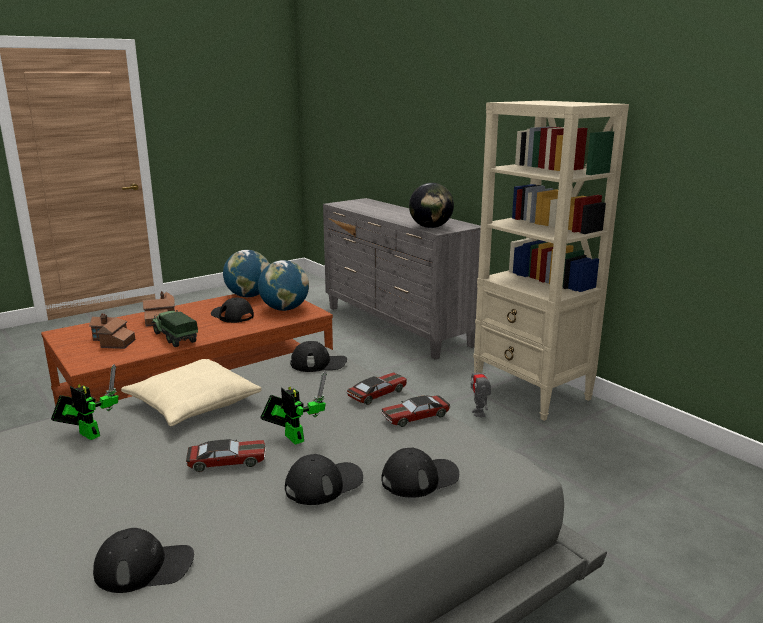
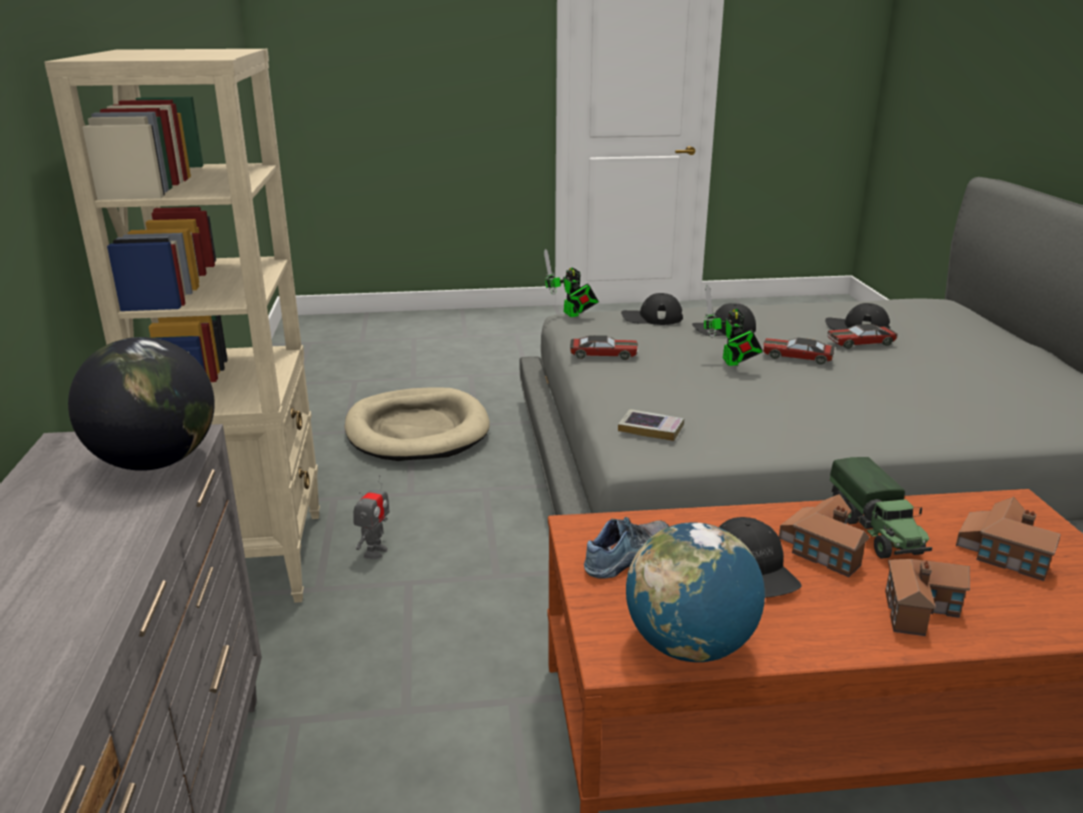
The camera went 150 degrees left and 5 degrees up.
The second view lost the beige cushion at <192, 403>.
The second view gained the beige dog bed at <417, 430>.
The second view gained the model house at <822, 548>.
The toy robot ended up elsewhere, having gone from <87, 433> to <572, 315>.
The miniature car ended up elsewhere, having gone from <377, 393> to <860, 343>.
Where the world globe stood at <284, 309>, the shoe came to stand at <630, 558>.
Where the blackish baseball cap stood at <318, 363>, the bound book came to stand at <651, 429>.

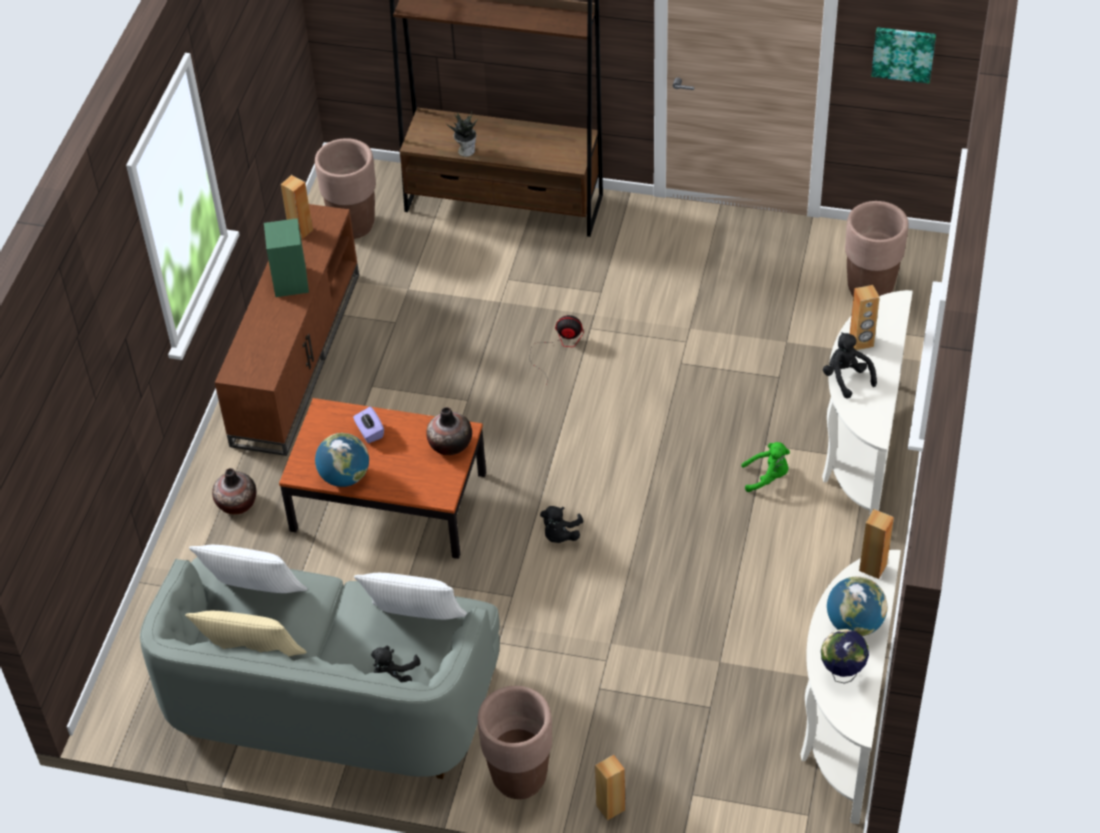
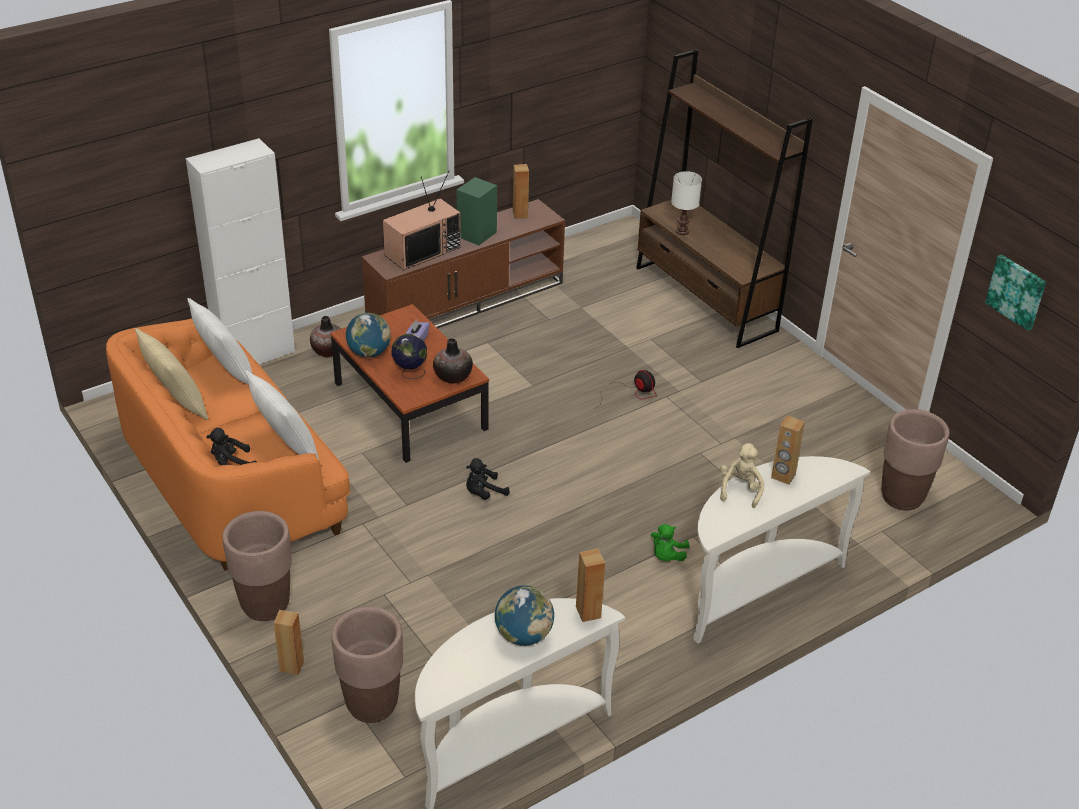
The camera went 40 degrees right and 10 degrees down.
The second view gained the whitish storage cabinet at <255, 355>.
The second view gained the TV at <422, 250>.
The brown-coloured flower pot ended up elsewhere, having gone from <353, 225> to <371, 705>.
The world globe ended up elsewhere, having gone from <842, 673> to <410, 373>.
Where the houseplant stood at <466, 150>, the whitish tabletop lamp came to stand at <682, 231>.
What was the greyish couch at <330, 697> turned into the orangey couch at <230, 481>.
What was the blackish soft toy at <846, 378> turned into the beige soft toy at <740, 489>.
The green soft toy at <767, 477> ended up facing another way, 75 degrees clockwise from before.

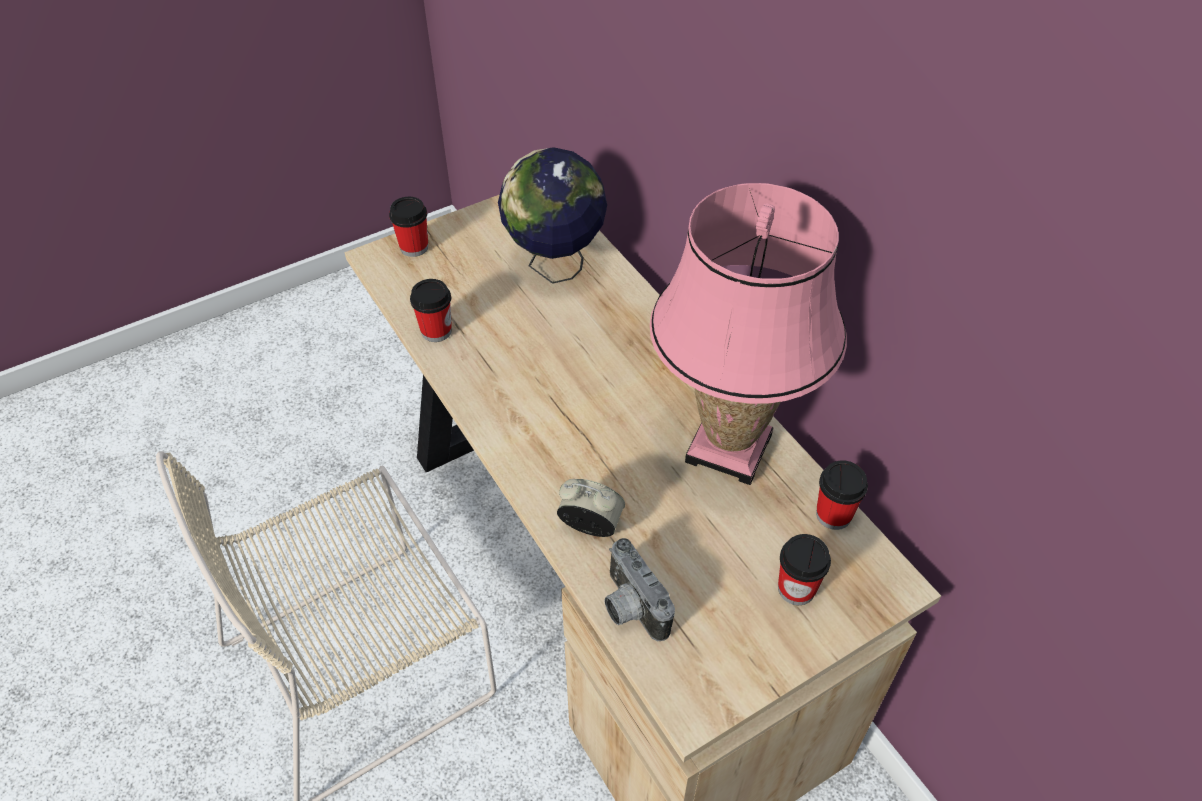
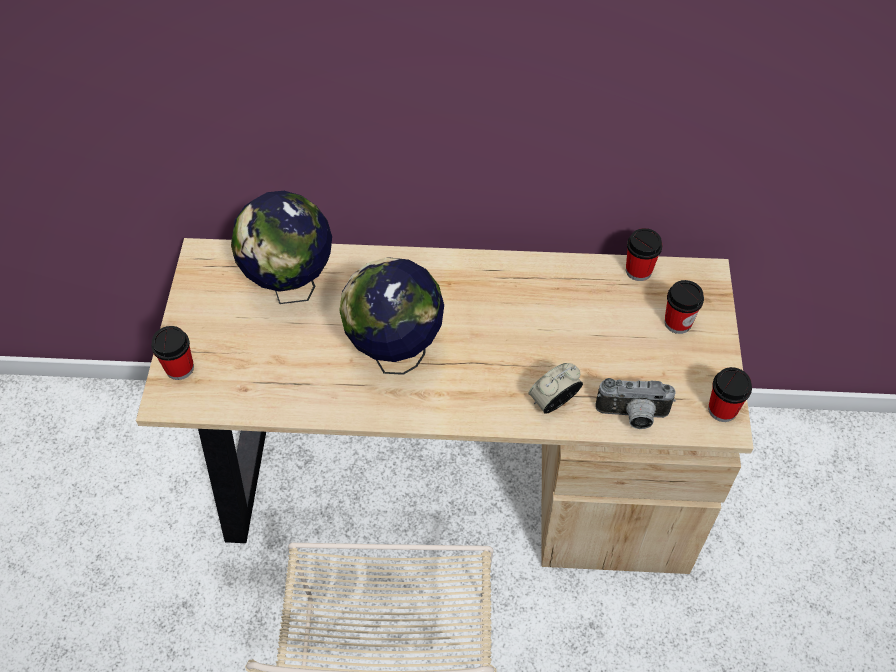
The camera went 55 degrees left and 5 degrees up.
The second view lost the pink tabletop lamp at <728, 447>.
The second view gained the world globe at <395, 355>.
The drinking cup ended up elsewhere, having gone from <436, 331> to <722, 409>.

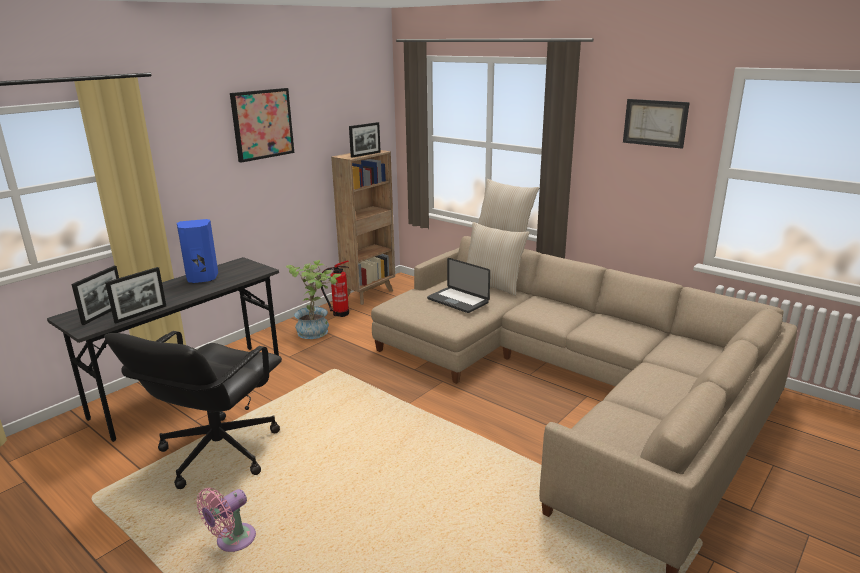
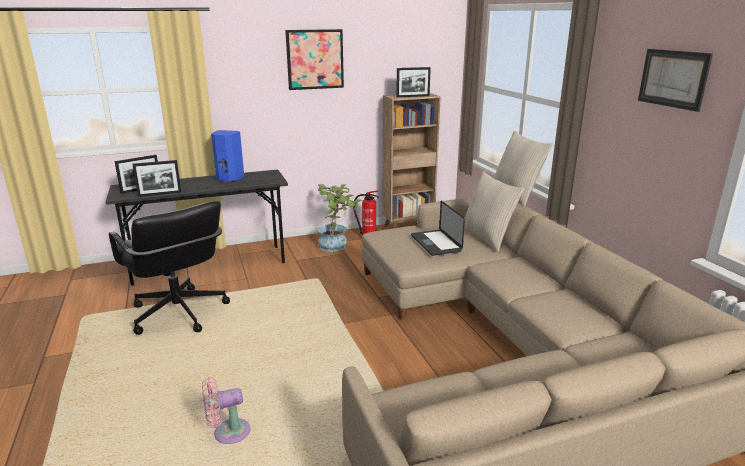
The camera went 30 degrees right and 0 degrees up.
The pink cooling fan ended up elsewhere, having gone from <232, 541> to <228, 433>.
The blackish desk chair at <217, 452> ended up facing another way, 90 degrees counterclockwise from before.

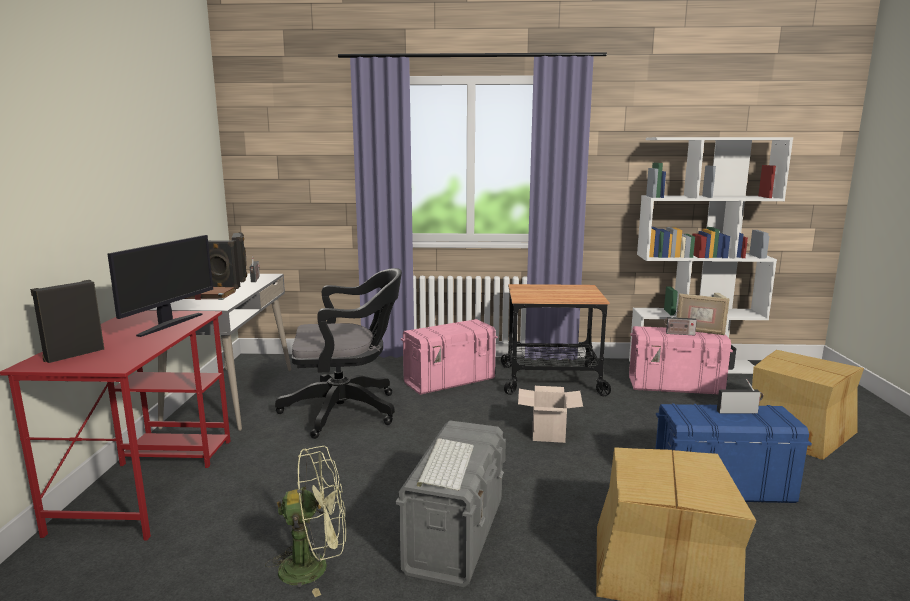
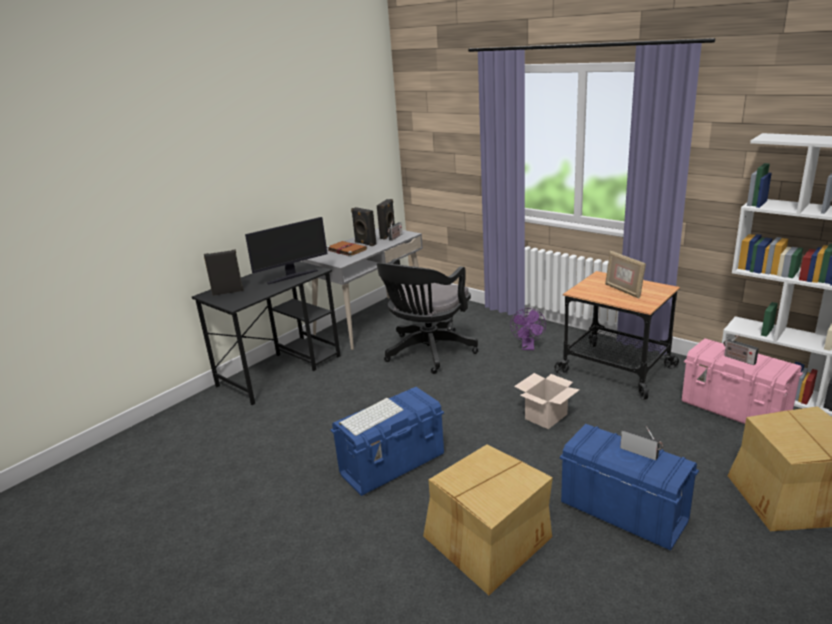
The camera went 40 degrees right and 10 degrees up.
The second view lost the green cooling fan at <314, 567>.
The picture frame ended up elsewhere, having gone from <699, 331> to <623, 290>.
Where the pink storage bin stood at <450, 380>, the purplish cooling fan came to stand at <528, 347>.
What was the reddish desk table at <149, 482> turned into the blackish desk table at <280, 370>.
What was the greyish storage bin at <456, 534> turned into the bluish storage bin at <393, 465>.
The blackish desk chair at <347, 410> ended up facing another way, 90 degrees clockwise from before.

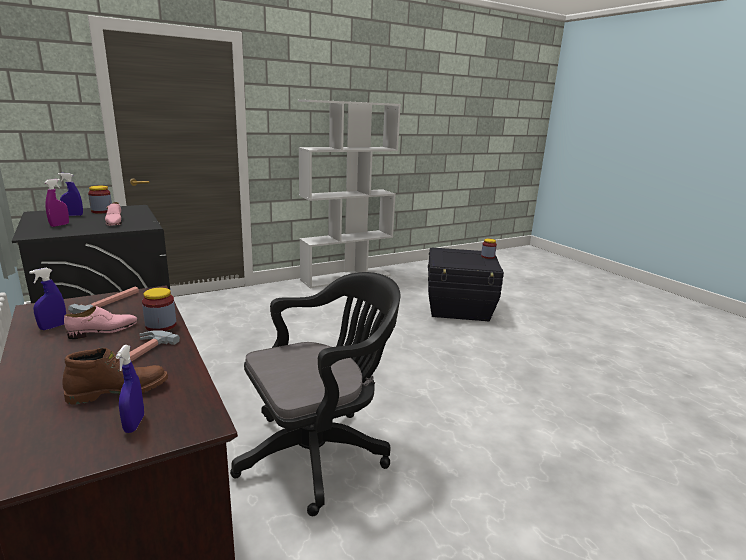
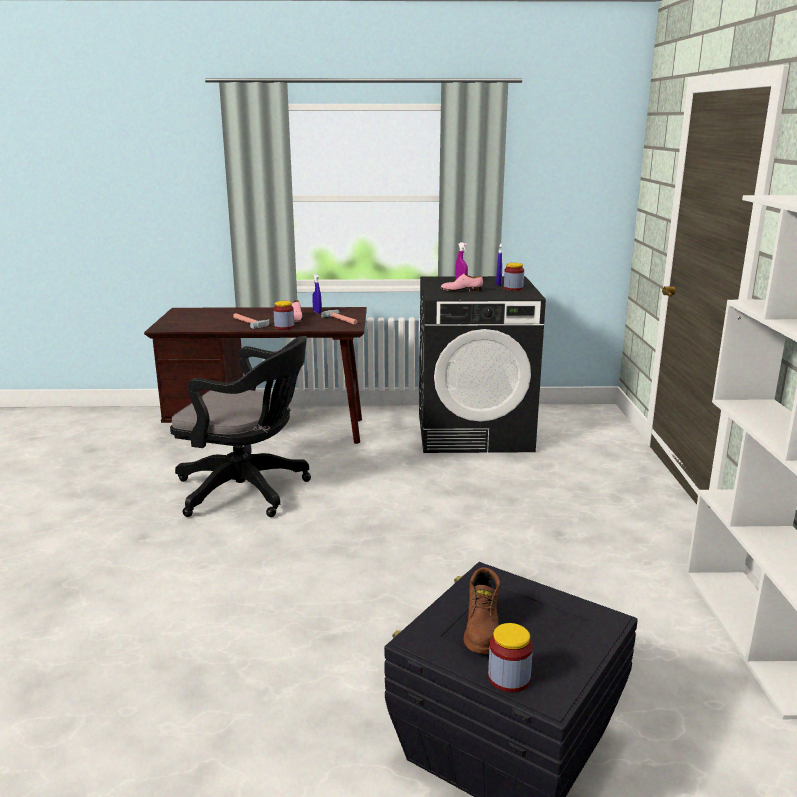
The camera went 120 degrees right and 0 degrees up.
The second view lost the bluish hand sprayer at <134, 424>.
The brown-coloured high-top boot ended up elsewhere, having gone from <119, 390> to <483, 630>.
The blackish desk chair at <319, 453> ended up facing another way, 75 degrees counterclockwise from before.

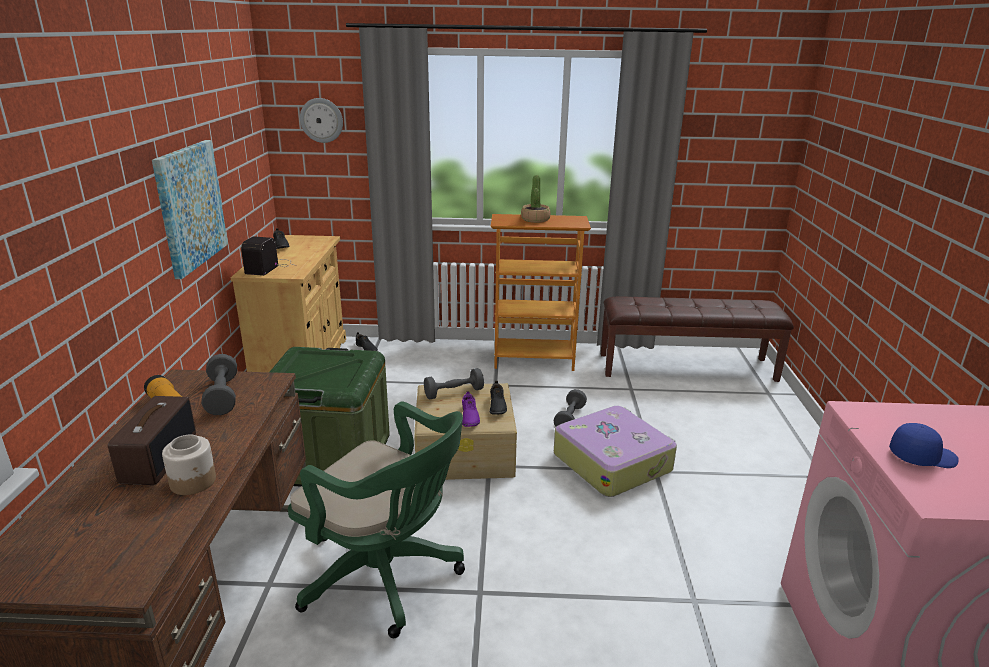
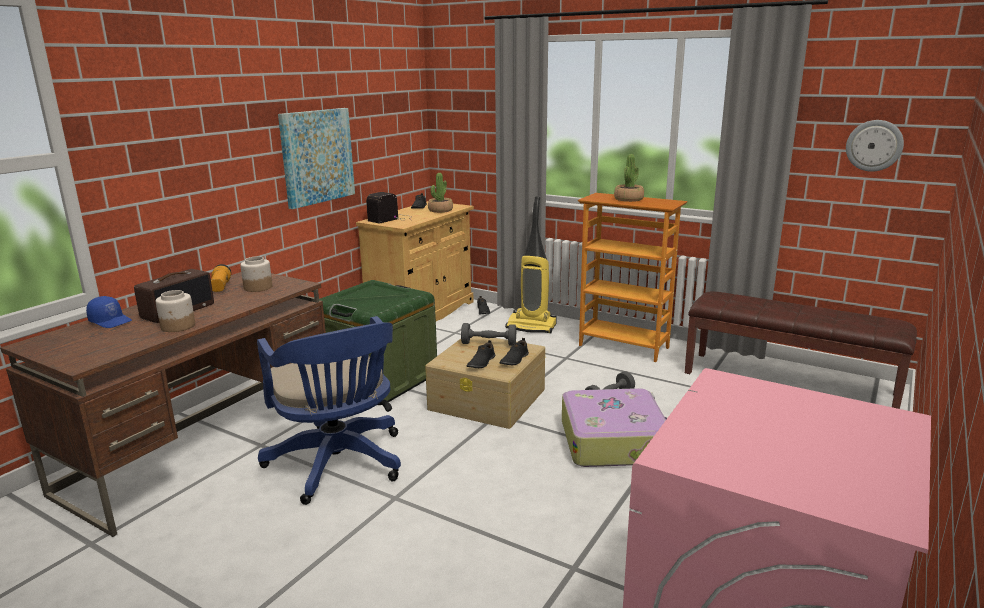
The camera went 30 degrees right and 5 degrees down.
The second view gained the houseplant at <440, 210>.
The second view gained the vacuum at <532, 326>.
The clock on the wall ended up elsewhere, having gone from <321, 120> to <874, 145>.
The bluish baseball cap ended up elsewhere, having gone from <921, 456> to <111, 321>.
Where the greyish hand weight stood at <222, 396>, the jar came to stand at <257, 287>.
What was the green desk chair at <386, 577> turned into the bluish desk chair at <339, 465>.
What was the purplish shoe at <469, 417> turned into the blackish shoe at <481, 363>.

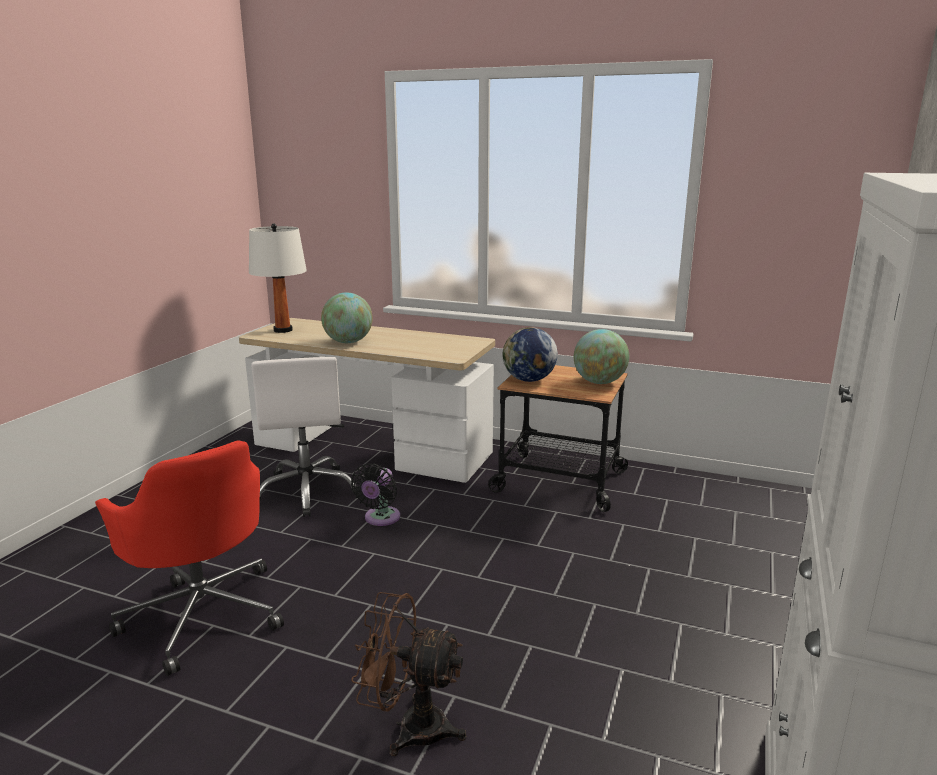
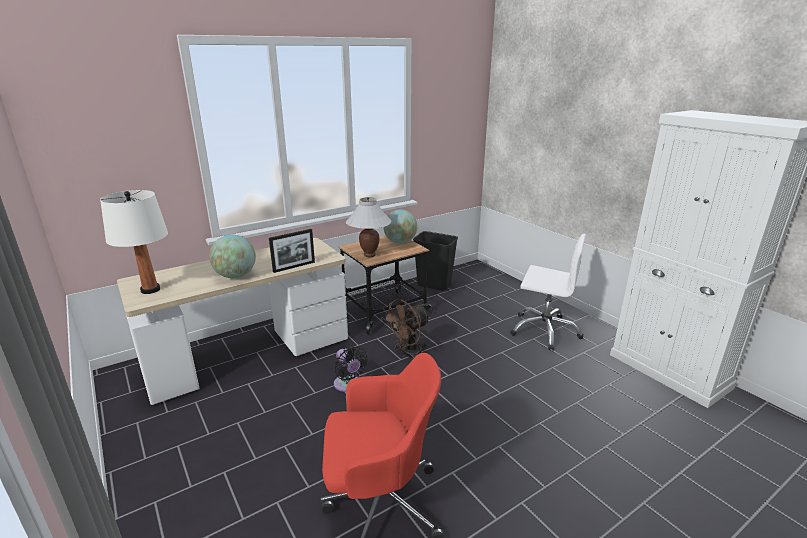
The camera went 55 degrees left and 5 degrees up.
The second view gained the picture frame at <294, 267>.
The second view gained the blackish trash can at <434, 285>.
The whitish desk chair ended up elsewhere, having gone from <307, 491> to <544, 330>.
The brown-coloured cooling fan ended up elsewhere, having gone from <410, 727> to <407, 354>.
Where the world globe stood at <528, 380>, the whitish tabletop lamp came to stand at <369, 255>.

